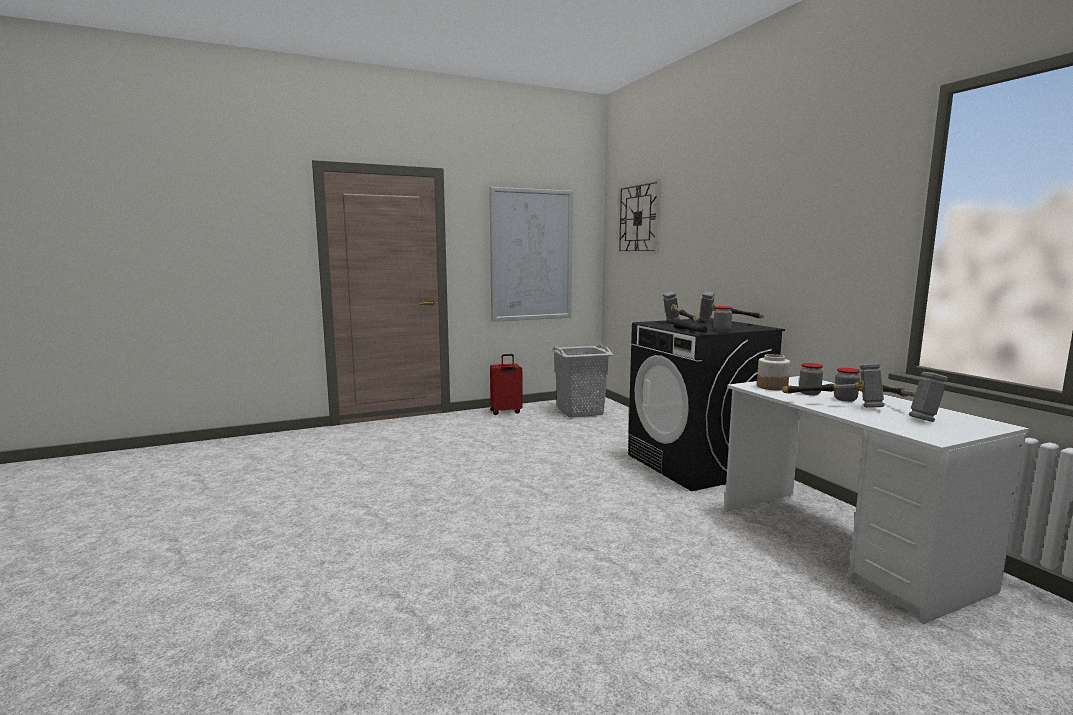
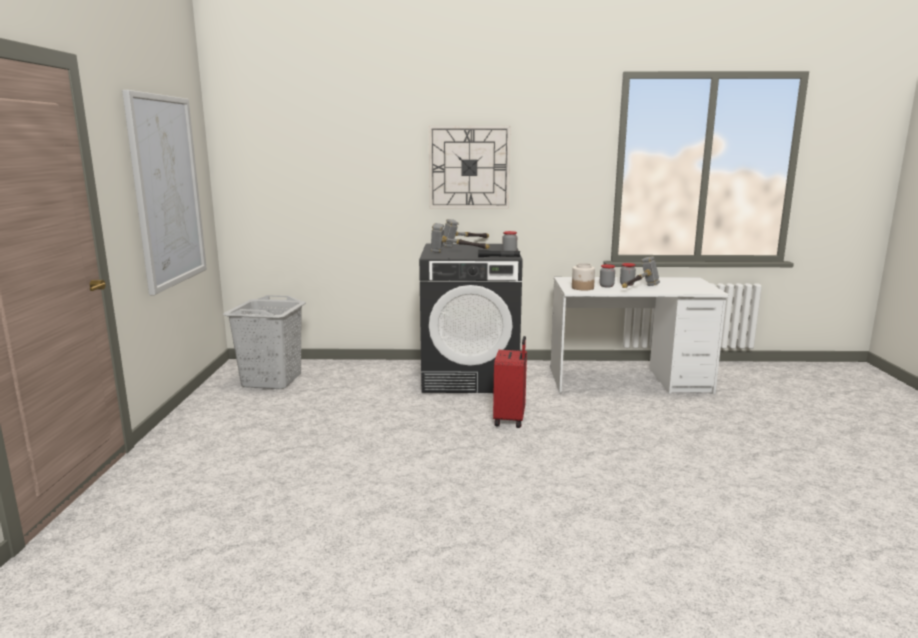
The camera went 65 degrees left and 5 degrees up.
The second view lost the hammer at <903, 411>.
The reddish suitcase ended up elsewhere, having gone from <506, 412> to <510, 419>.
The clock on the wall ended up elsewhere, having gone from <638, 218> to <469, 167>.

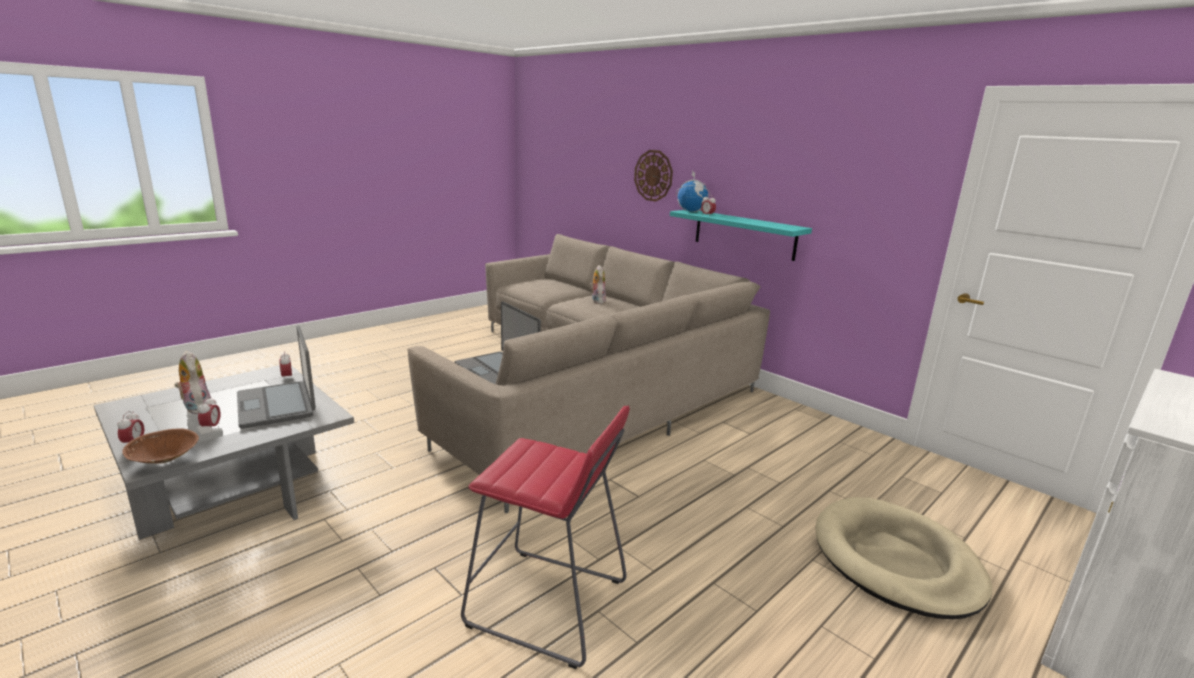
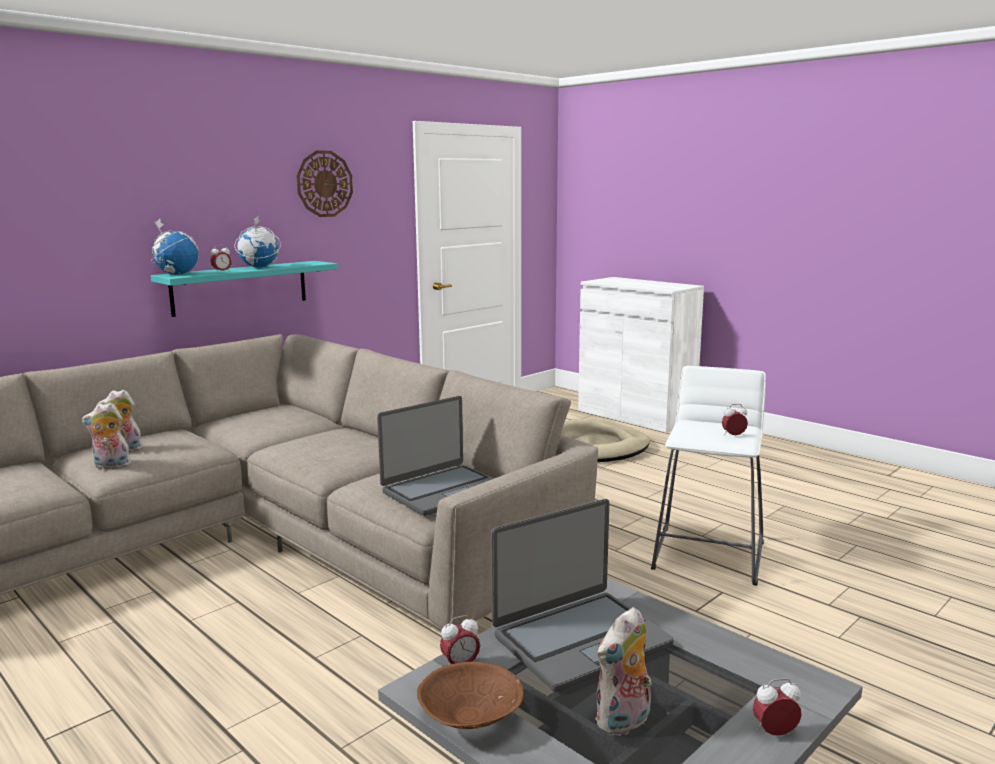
The camera went 90 degrees left and 5 degrees down.
The second view gained the soft toy at <111, 466>.
The second view gained the world globe at <259, 267>.
The brown-coloured serving bowl ended up elsewhere, having gone from <165, 460> to <471, 717>.
The bedside clock ended up elsewhere, having gone from <211, 427> to <733, 436>.
The clock on the wall ended up elsewhere, having gone from <653, 175> to <324, 184>.
What was the reddish stool seat at <547, 604> turned into the whitish stool seat at <708, 554>.

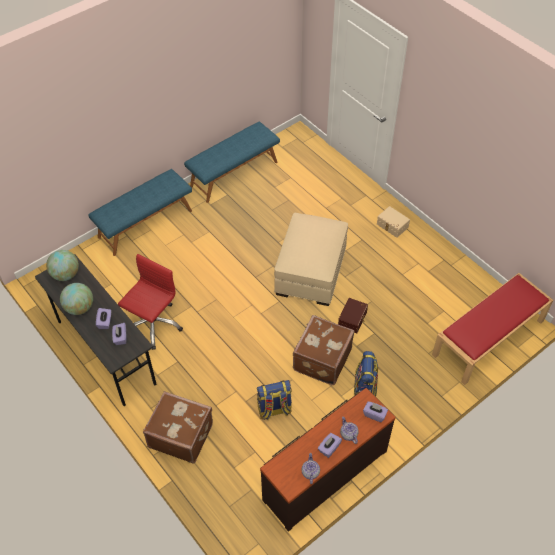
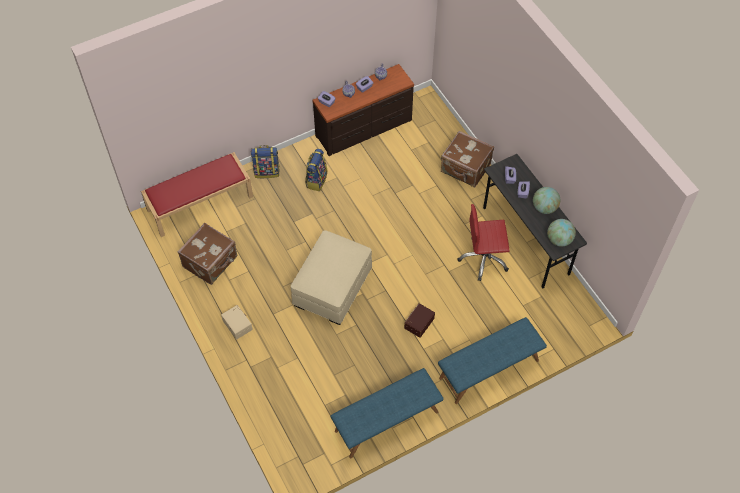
The camera went 170 degrees left and 5 degrees up.
The knapsack ended up elsewhere, having gone from <274, 409> to <267, 171>.
The brown-coloured suitcase ended up elsewhere, having gone from <321, 359> to <211, 262>.
The brown-coloured storage bin ended up elsewhere, having gone from <353, 319> to <418, 323>.
The reddish desk chair at <153, 324> ended up facing another way, 45 degrees clockwise from before.

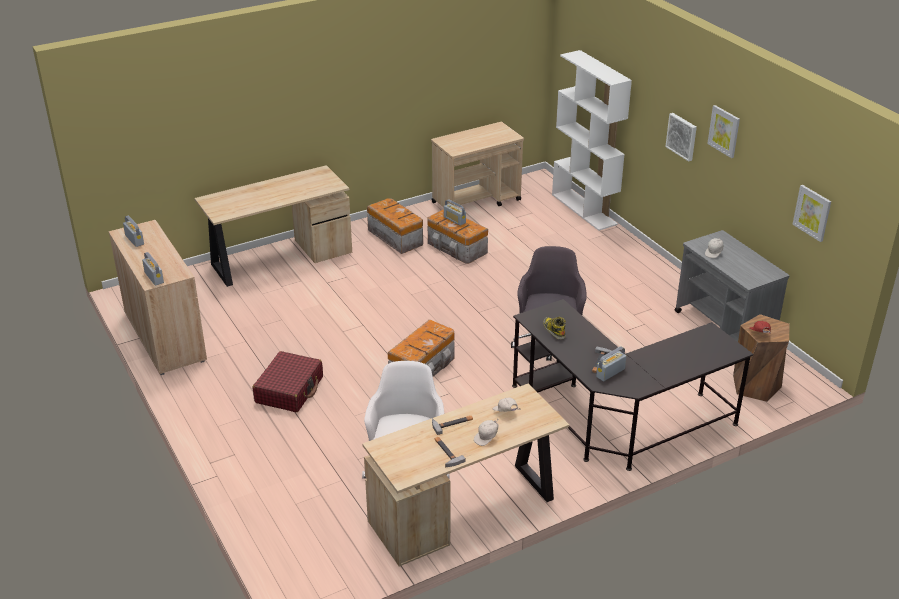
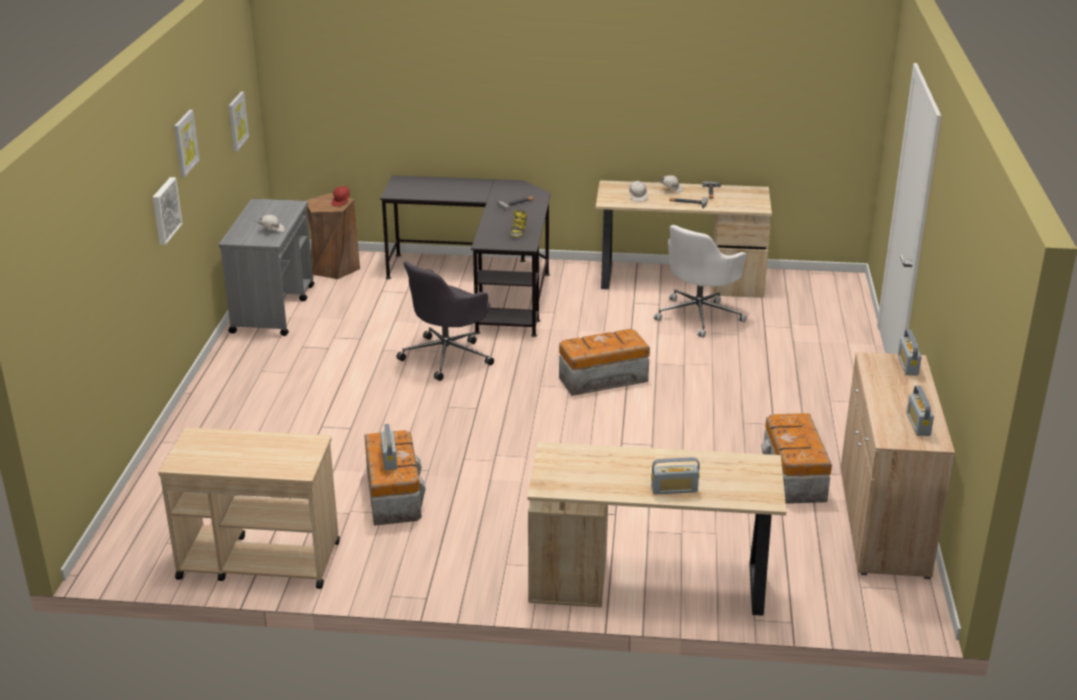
The camera went 145 degrees left and 5 degrees down.
The second view lost the reddish suitcase at <289, 390>.
The second view lost the whitish bookcase at <584, 209>.
The storage bin ended up elsewhere, having gone from <395, 237> to <793, 477>.
The radio ended up elsewhere, having gone from <610, 373> to <674, 489>.

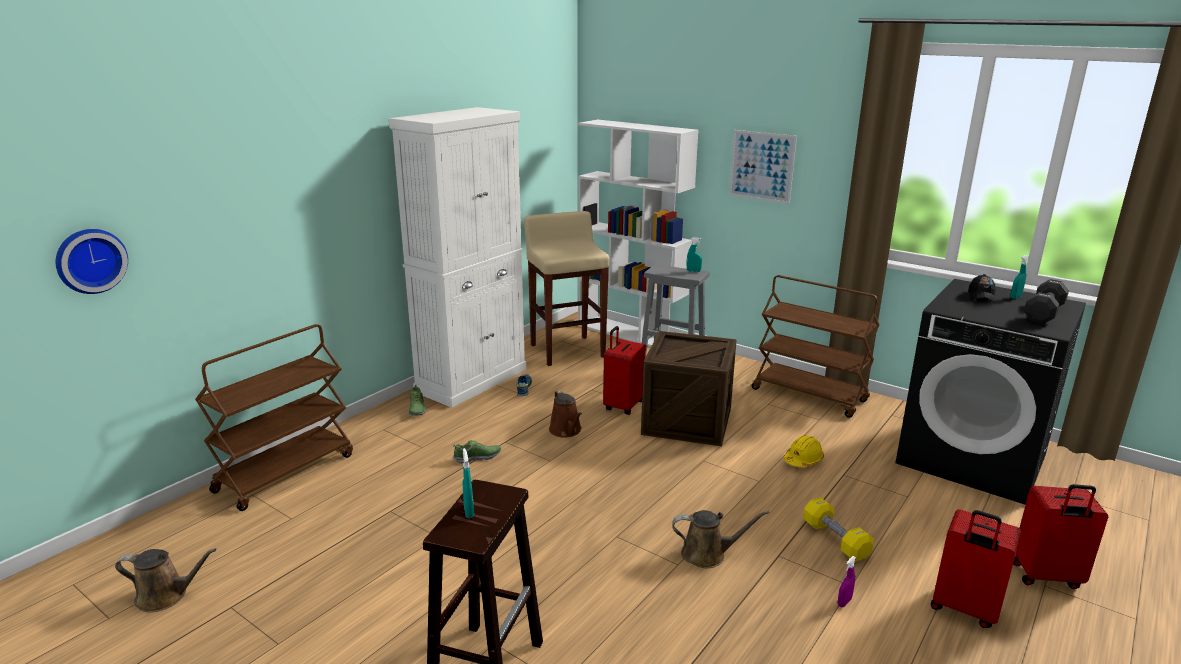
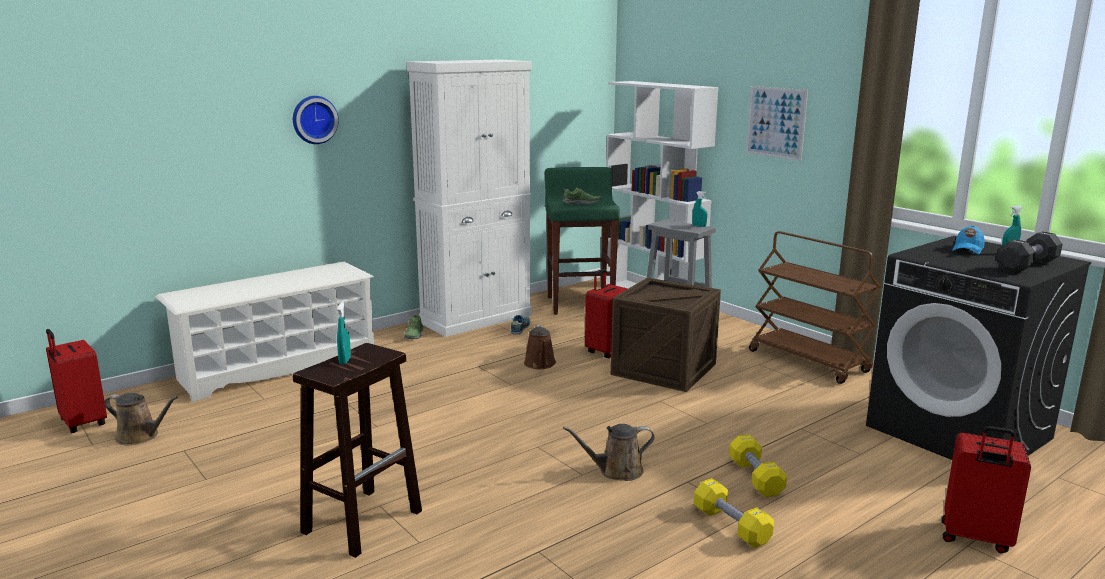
The camera went 15 degrees right and 5 degrees down.
The second view lost the yellow-coloured work helmet at <803, 460>.
The clock on the wall ended up elsewhere, having gone from <90, 260> to <314, 119>.
The shoe ended up elsewhere, having gone from <477, 457> to <582, 203>.
The reddish suitcase ended up elsewhere, having gone from <964, 609> to <81, 423>.
Where the brown-coloured wheeled cart stood at <285, 472>, the whitish shoe shelf came to stand at <277, 367>.
Where the purplish hand sprayer stood at <844, 602>, the yellow-coloured hand weight came to stand at <731, 526>.
What was the beige stool seat at <567, 350> turned into the green stool seat at <580, 304>.
What was the blackish baseball cap at <981, 297> turned into the bluish baseball cap at <967, 250>.
The brown-coloured watering can at <708, 554> ended up facing another way, 150 degrees clockwise from before.

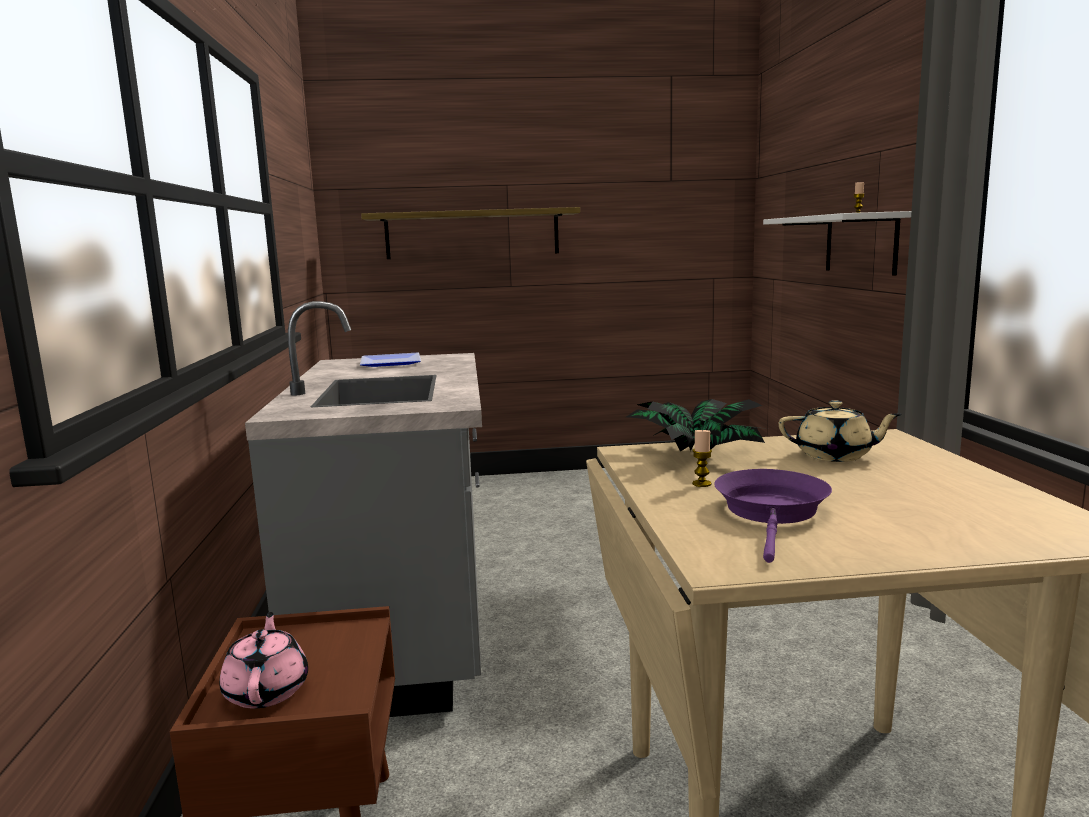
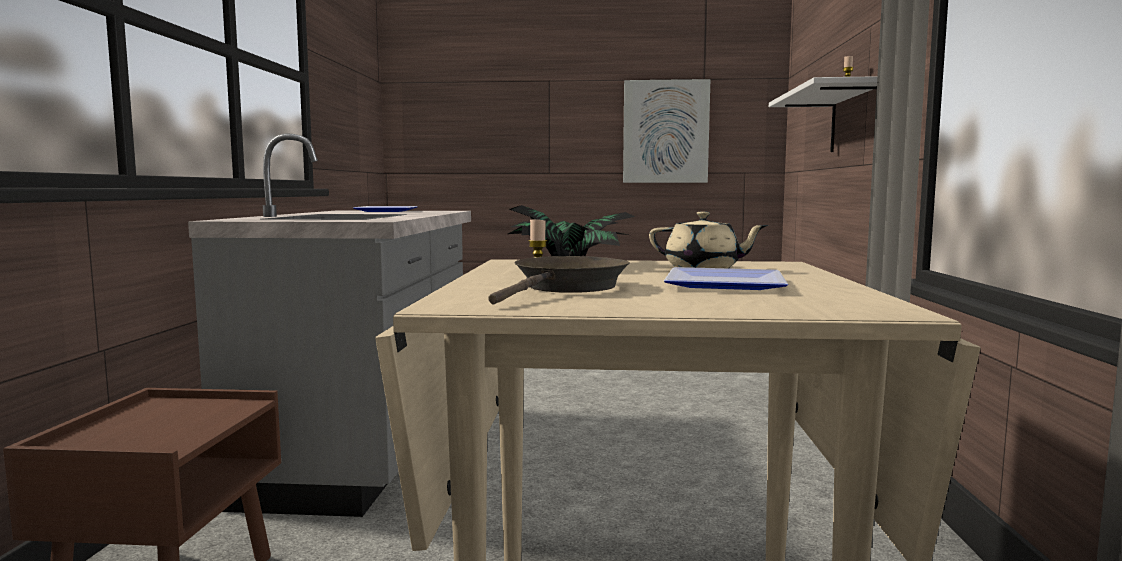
The camera went 10 degrees right and 5 degrees down.
The second view lost the pink teapot at <267, 690>.
The second view lost the wall shelf at <472, 234>.
The second view gained the wall picture at <665, 132>.
The second view gained the plate at <728, 284>.
What was the purplish frying pan at <772, 513> turned into the brown-coloured frying pan at <567, 288>.

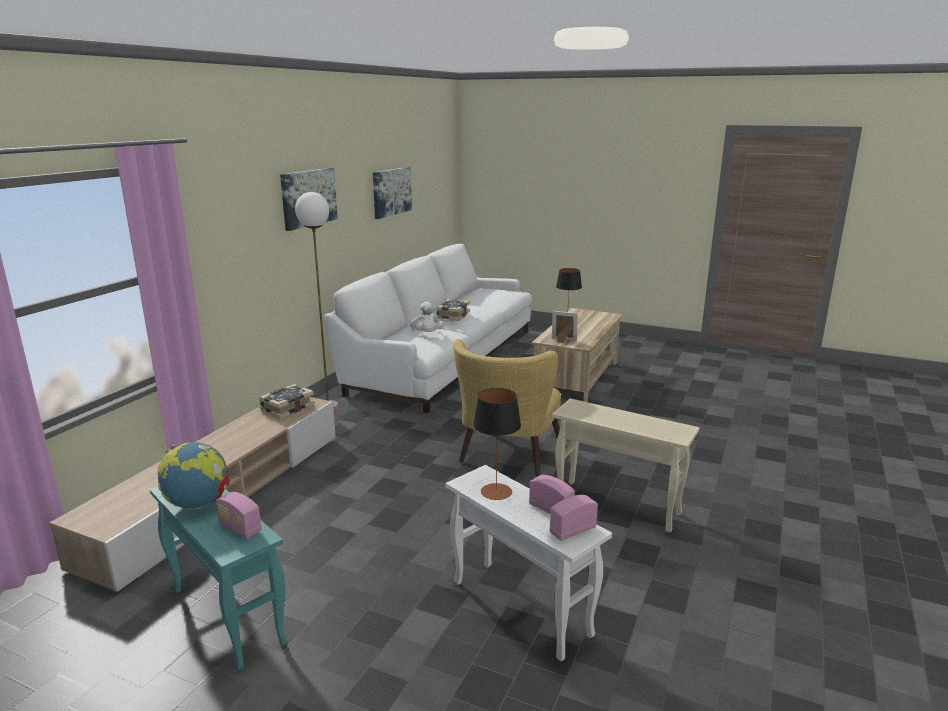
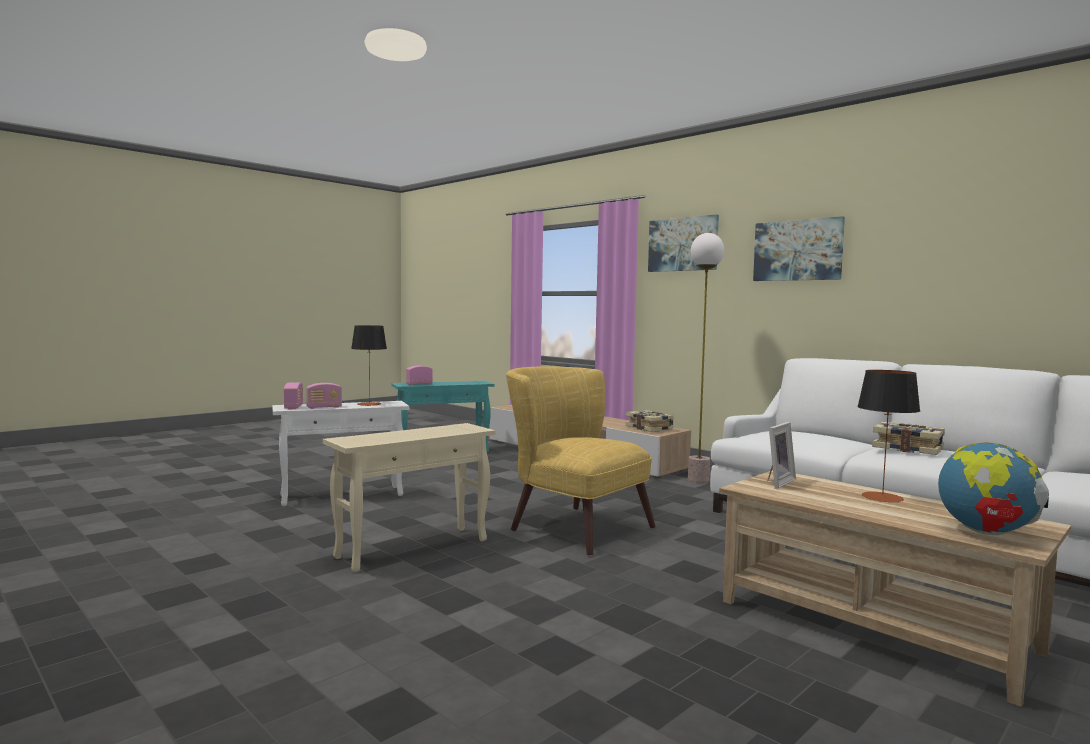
The camera went 110 degrees right and 15 degrees down.
The second view lost the whitish soft toy at <427, 334>.
The world globe ended up elsewhere, having gone from <198, 504> to <986, 533>.
The wall picture ended up elsewhere, having gone from <391, 192> to <683, 244>.

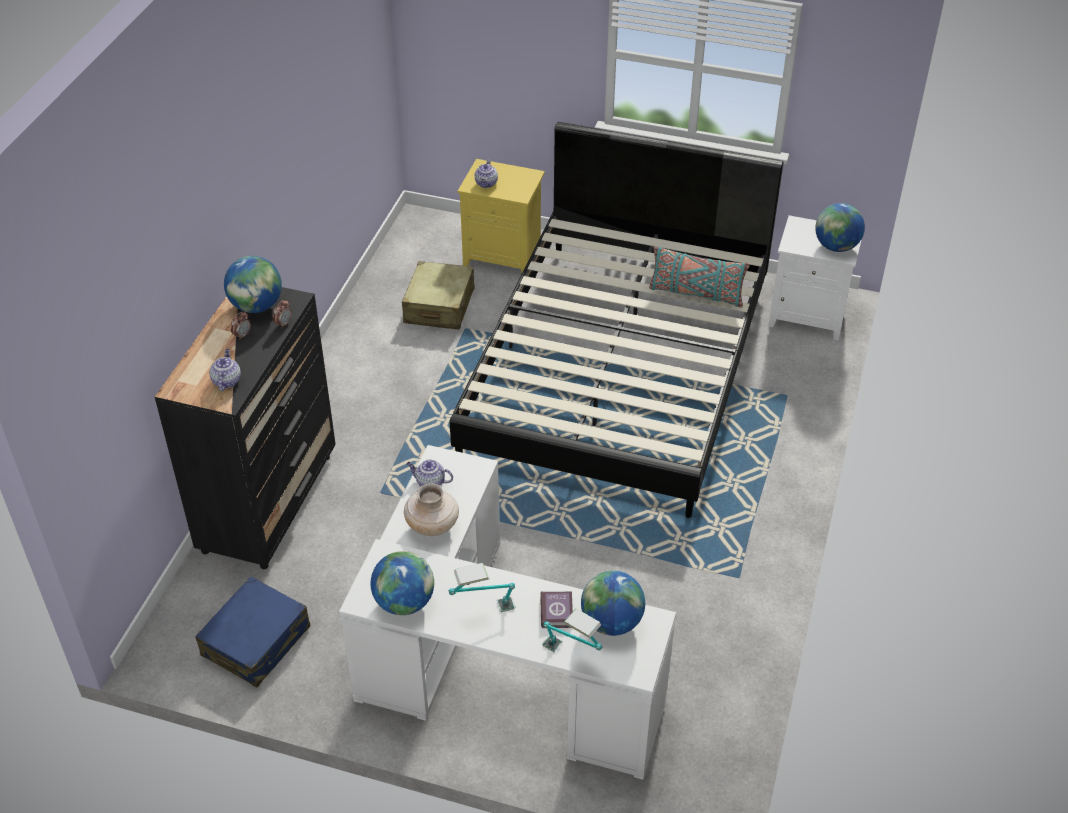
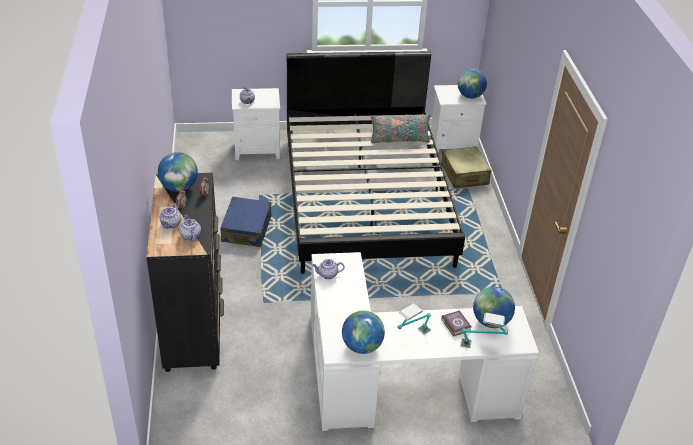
The camera went 25 degrees left and 5 degrees down.
The second view lost the beige decorative vase at <432, 526>.
The second view gained the teapot at <171, 224>.
The bluish suitcase ended up elsewhere, having gone from <256, 641> to <247, 229>.
The beige suitcase ended up elsewhere, having gone from <439, 306> to <464, 175>.
What was the yellow-coloured nightstand at <504, 256> turned into the whitish nightstand at <258, 149>.

